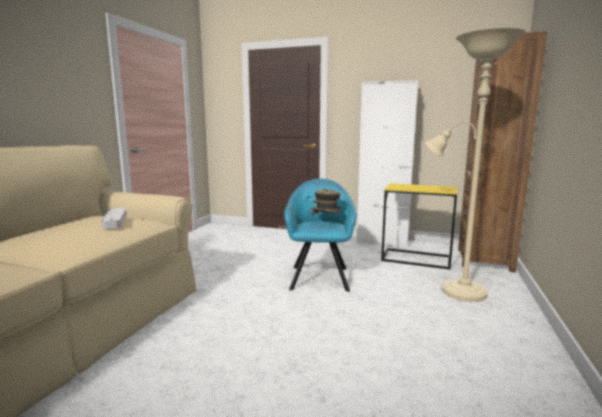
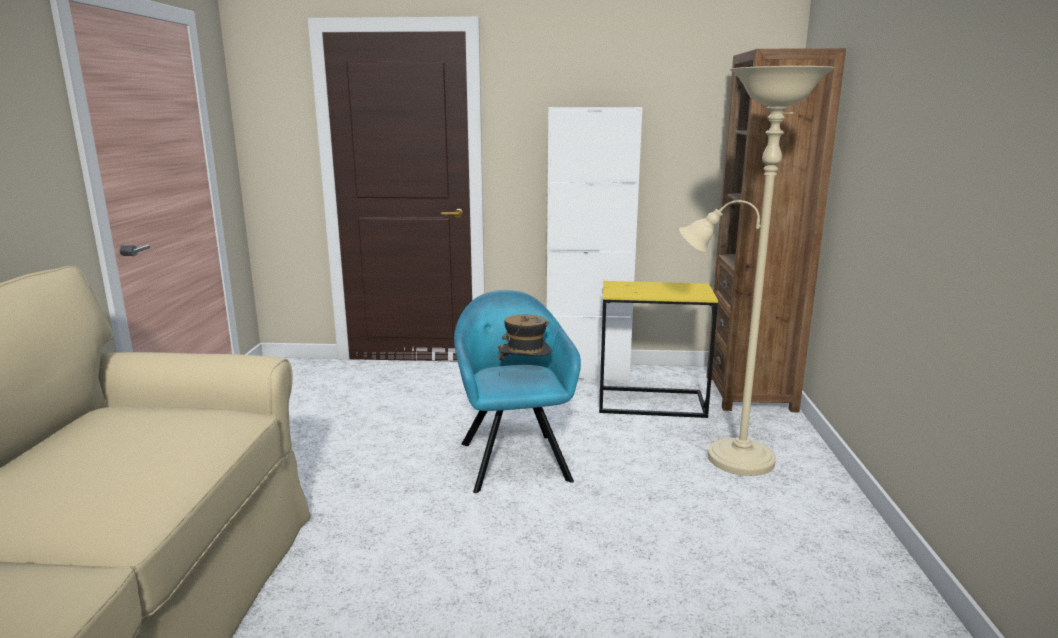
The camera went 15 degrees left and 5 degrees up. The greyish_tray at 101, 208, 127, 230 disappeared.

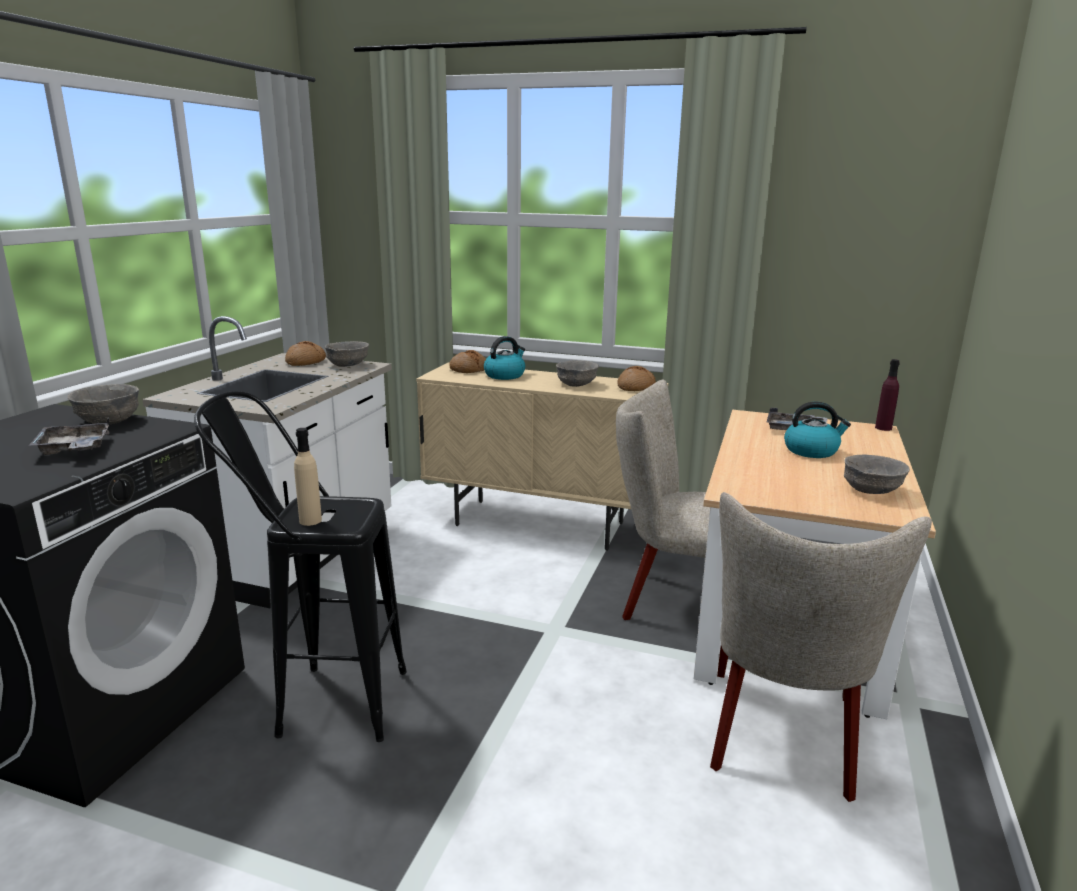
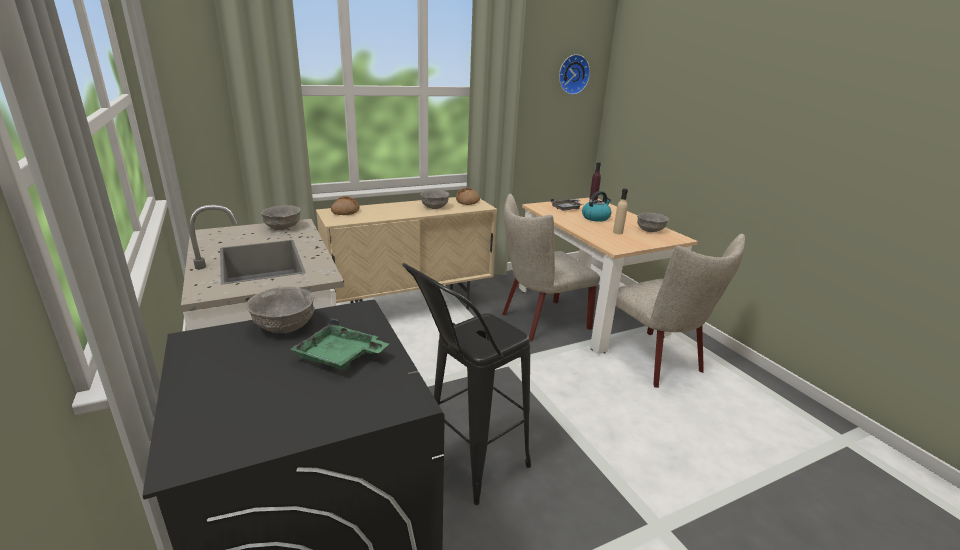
The camera went 45 degrees left and 5 degrees up. The greyish_tray at 29, 418, 109, 455 became the green_tray at 290, 318, 389, 370. The wall_clock at 559, 54, 590, 95 appeared. The beige-coloured_drink_bottle moved from 294, 428, 322, 526 to 613, 188, 628, 234. The bakery_bread at 285, 341, 326, 366 disappeared. The tea_kettle at 484, 336, 525, 380 disappeared.

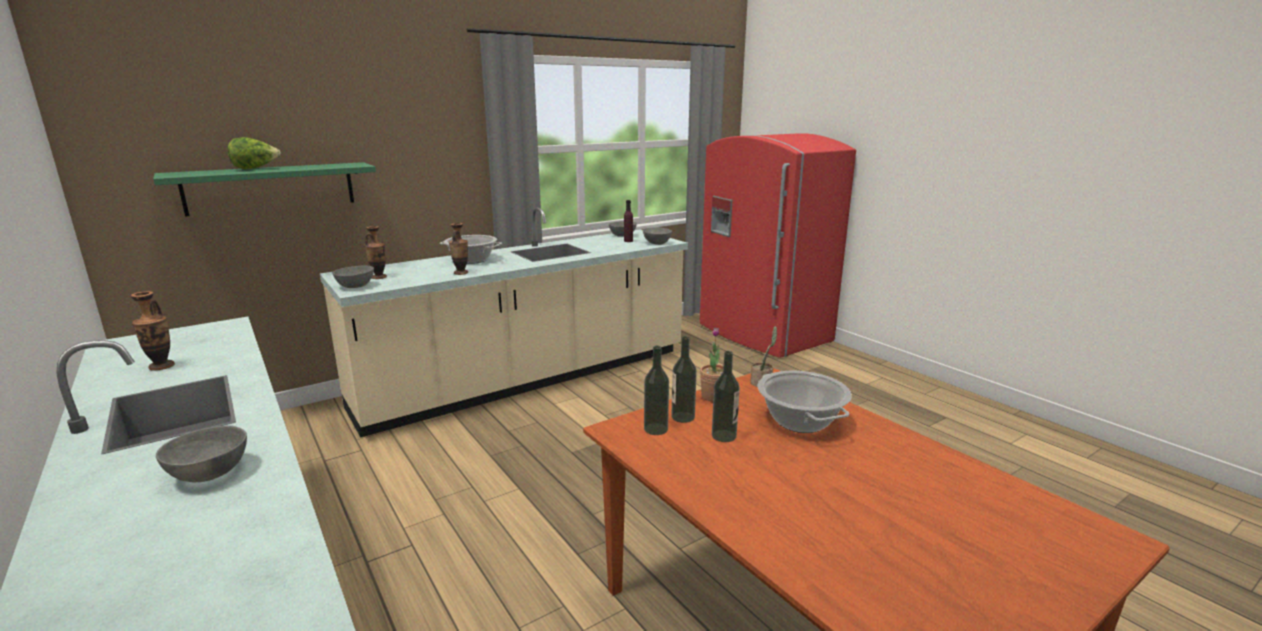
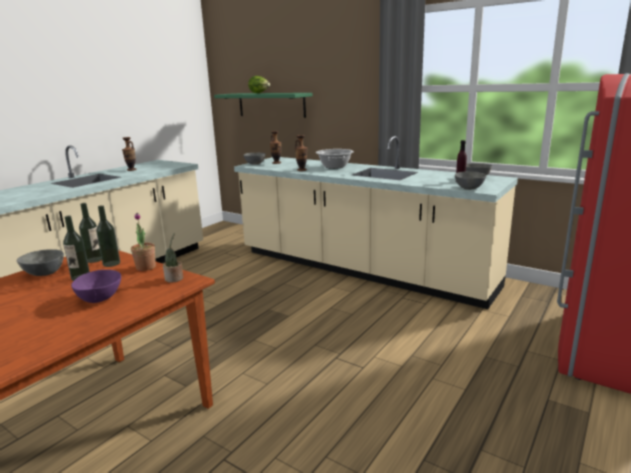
The camera went 70 degrees right and 0 degrees up. The greyish_serving_bowl moved from 156, 425, 247, 482 to 17, 249, 64, 276. The stockpot at 758, 371, 852, 433 was replaced by the purple-coloured_serving_bowl at 71, 270, 121, 303.

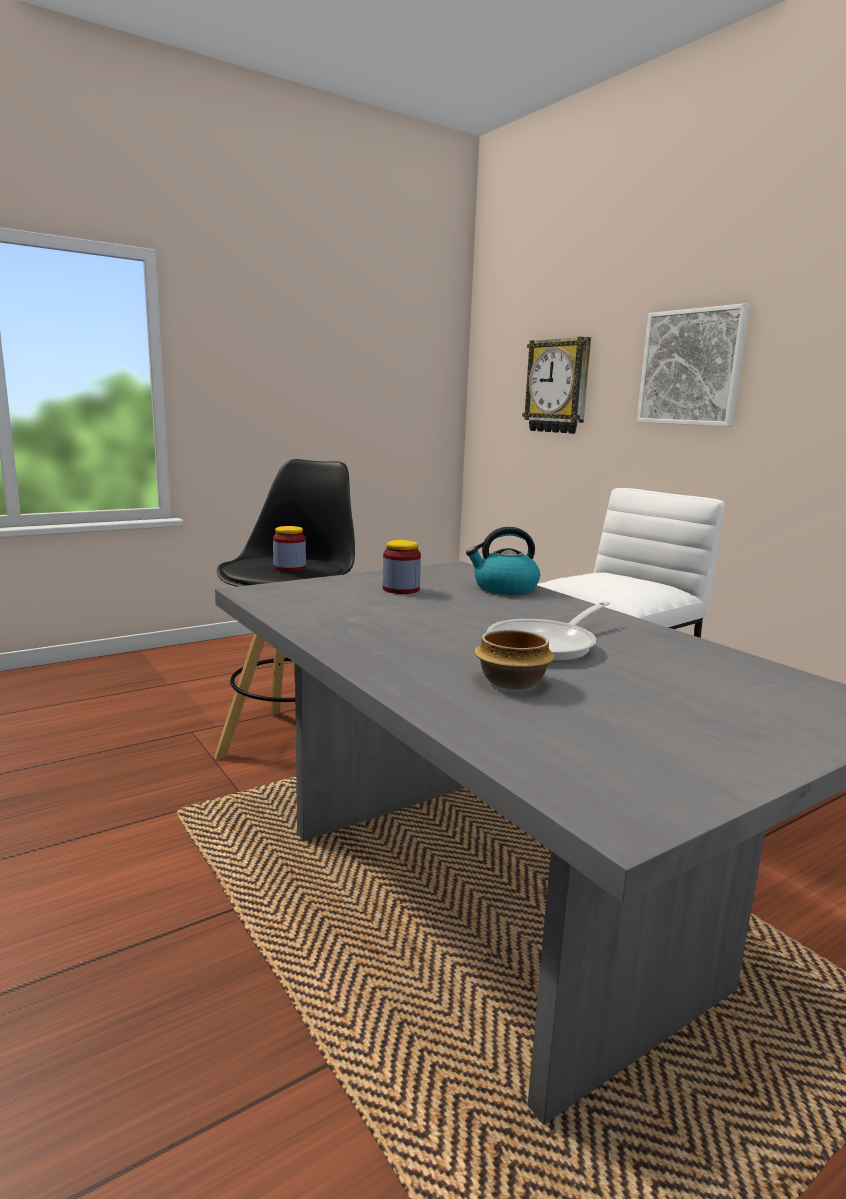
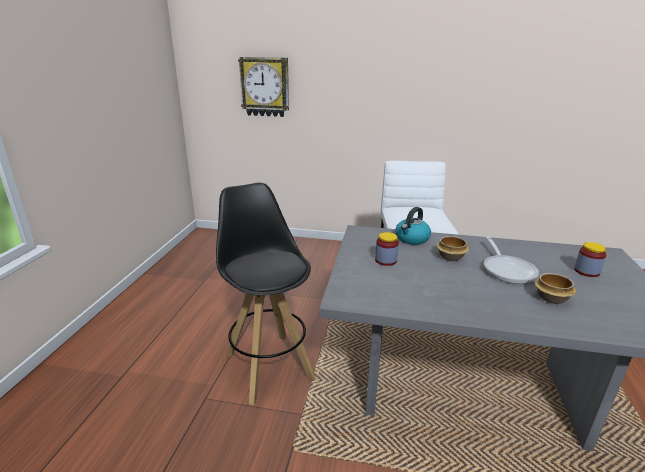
The camera went 45 degrees left and 10 degrees up. The serving_bowl at 437, 236, 469, 261 appeared. The jar moved from 273, 526, 306, 572 to 574, 242, 606, 277. The wall_art at 637, 303, 750, 427 disappeared.

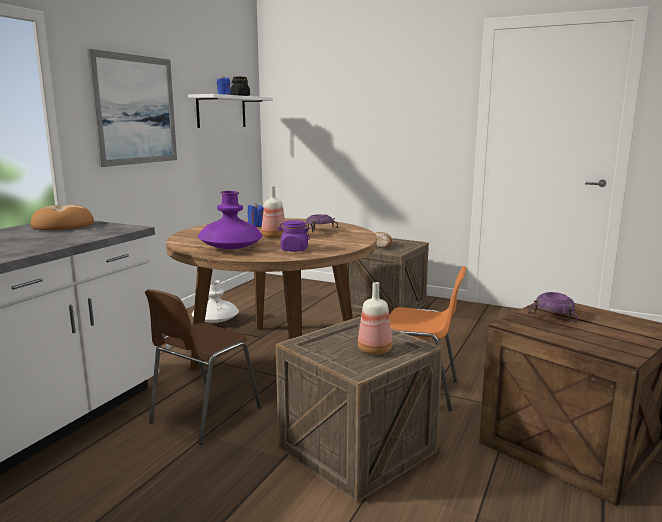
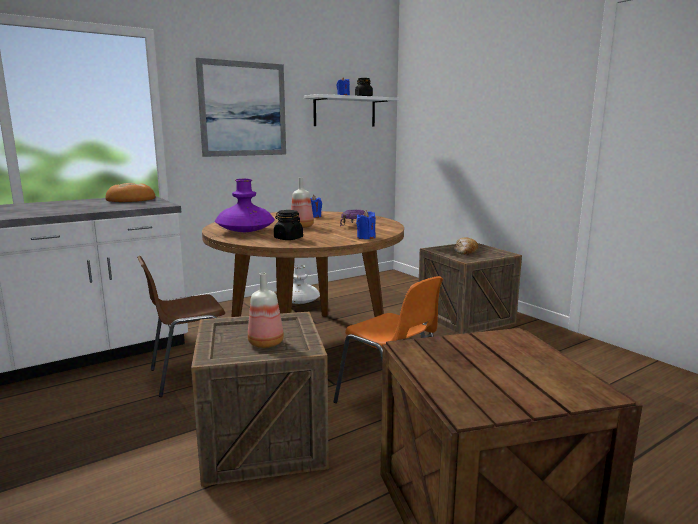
The camera went 30 degrees right and 0 degrees up. The purple-coloured_jar at 278, 220, 310, 252 became the blackish_jar at 274, 210, 303, 240. The bluish_wax_light at 356, 211, 376, 239 appeared. The purple-coloured_serving_bowl at 528, 292, 577, 323 disappeared.

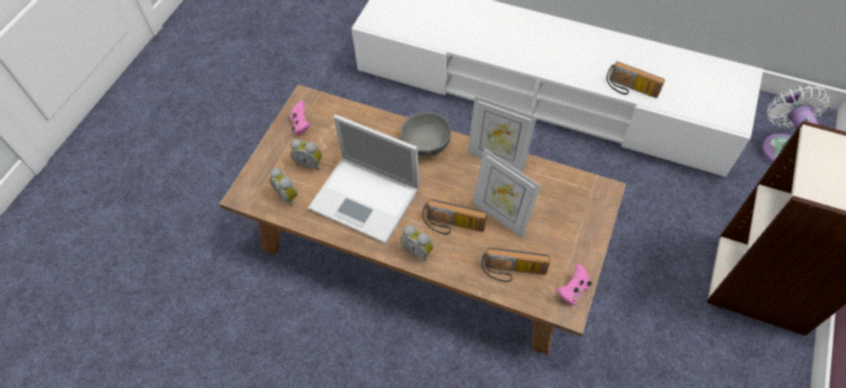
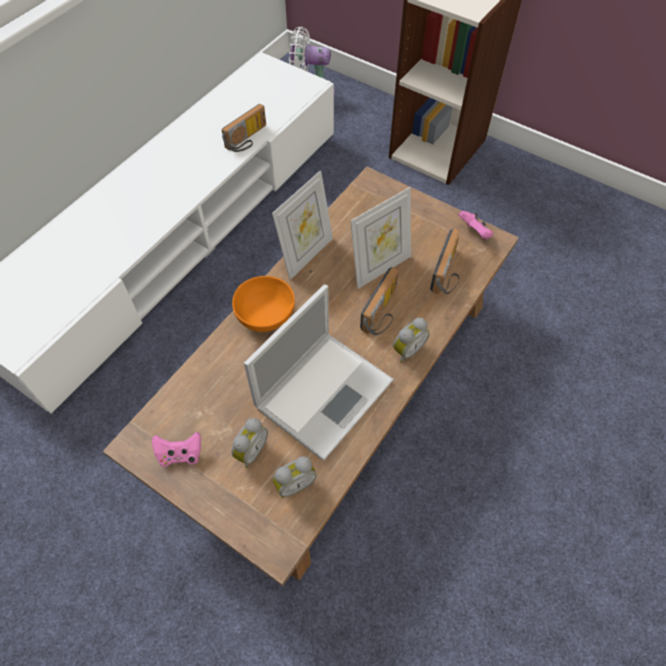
The camera went 80 degrees left and 0 degrees up. The greyish_serving_bowl at 401, 112, 451, 157 became the orange_serving_bowl at 232, 276, 295, 332.

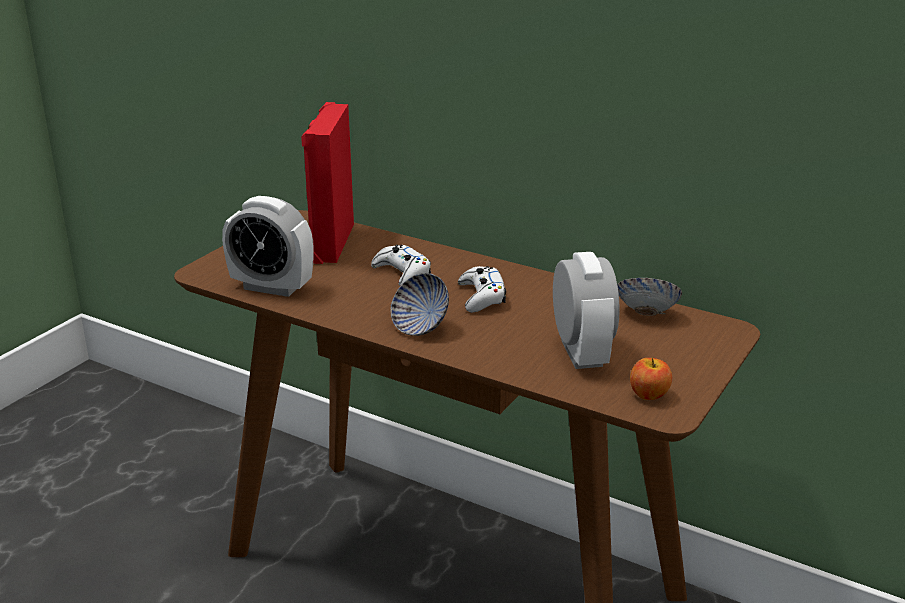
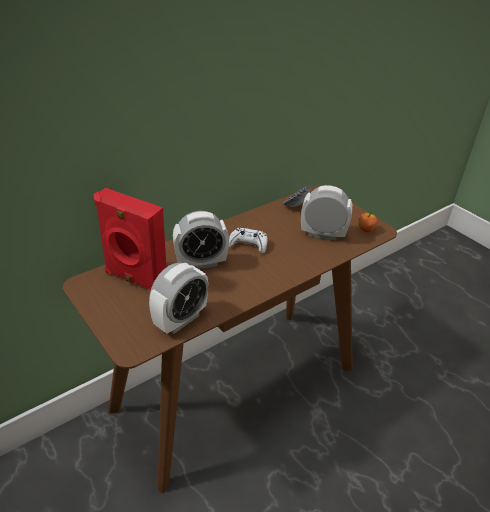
The camera went 70 degrees left and 10 degrees up. The white_game_controller at 371, 245, 431, 286 was replaced by the alarm_clock at 173, 211, 229, 269. The serving_bowl at 391, 273, 449, 336 disappeared.

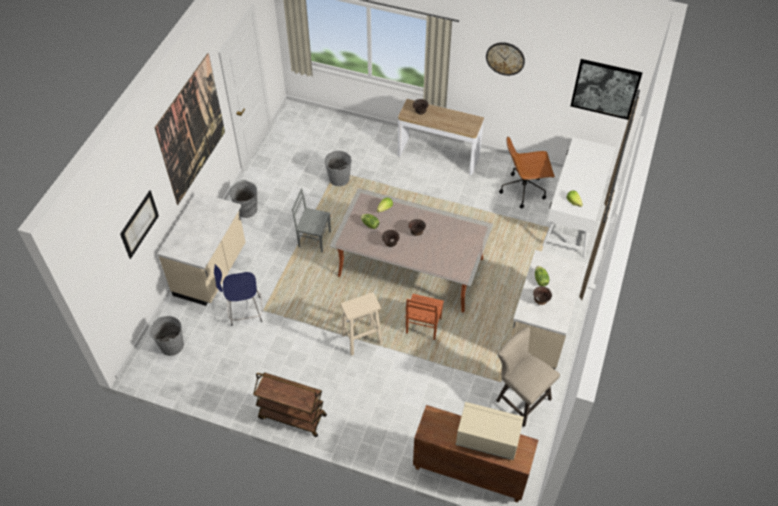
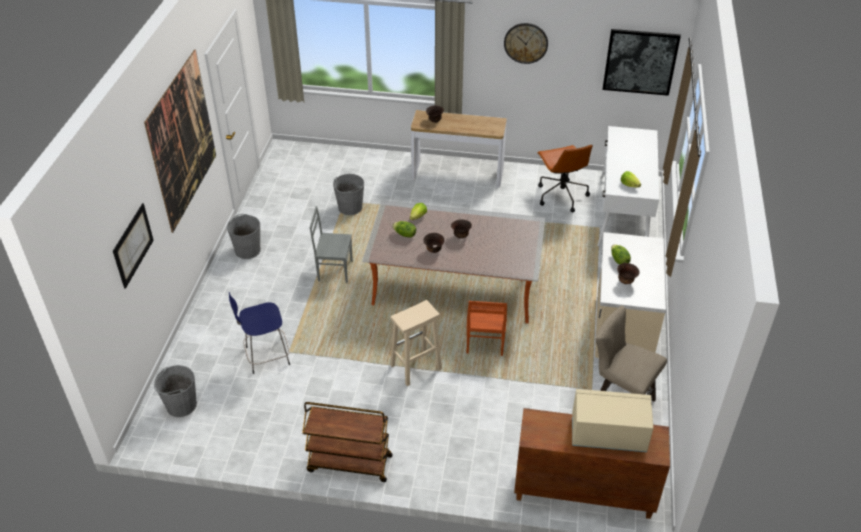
The camera went 10 degrees left and 10 degrees down. The brownish_office_chair at 499, 137, 555, 208 turned 90 degrees counterclockwise. The beige-coloured_kitchen_counter at 158, 192, 245, 306 disappeared.

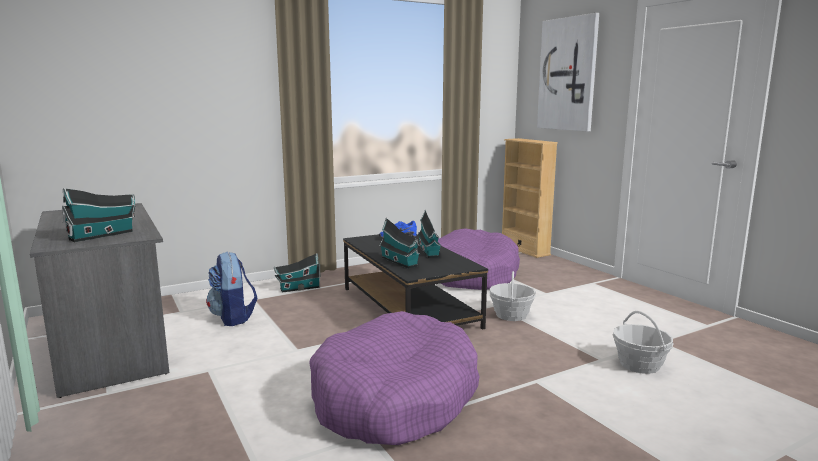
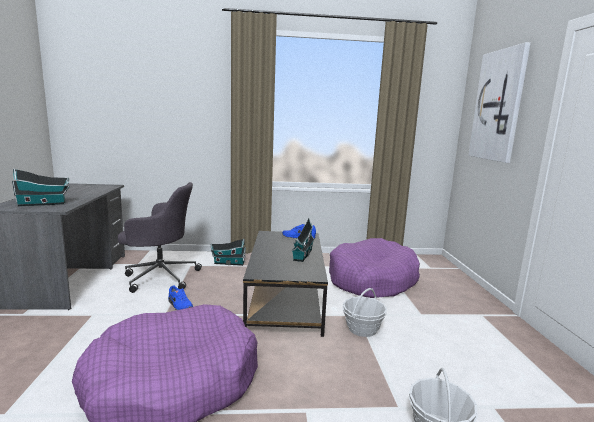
The camera went 25 degrees right and 0 degrees up. The rucksack at 206, 251, 257, 326 was replaced by the greyish_office_chair at 118, 182, 202, 293. The bluish_low_shoe at 168, 285, 193, 310 appeared. The model_house at 380, 218, 420, 268 disappeared. The beige-coloured_bookcase at 502, 138, 558, 258 disappeared.

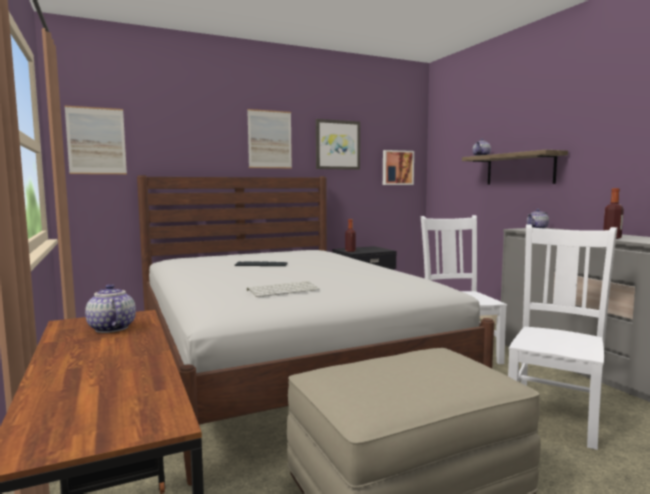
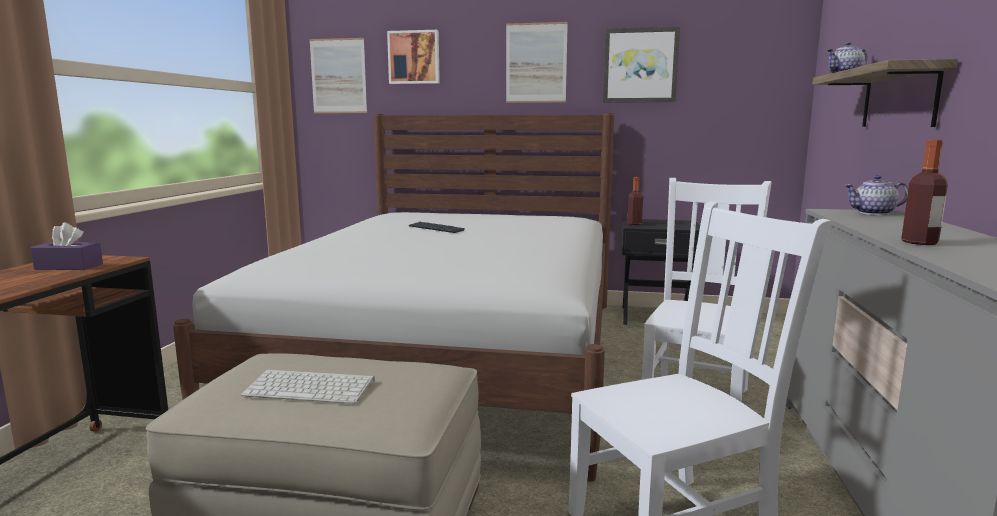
The camera went 35 degrees right and 5 degrees up. The pot_for_tea at 85, 284, 136, 333 was replaced by the purple-coloured_tissue_box at 30, 222, 103, 270. The computer_keyboard moved from 247, 281, 320, 297 to 241, 369, 375, 404. The wall_art moved from 383, 150, 414, 185 to 387, 30, 440, 84.

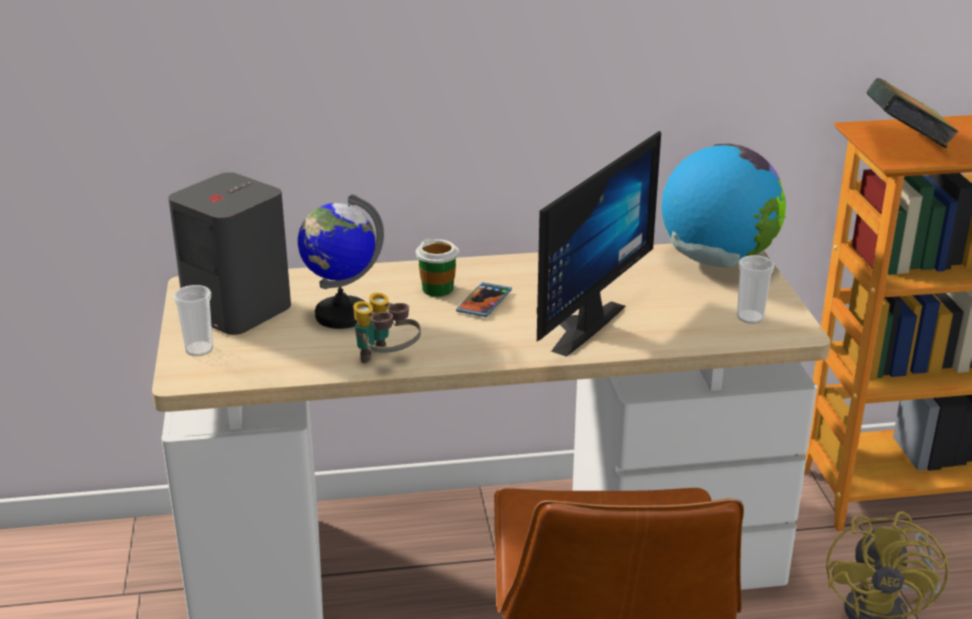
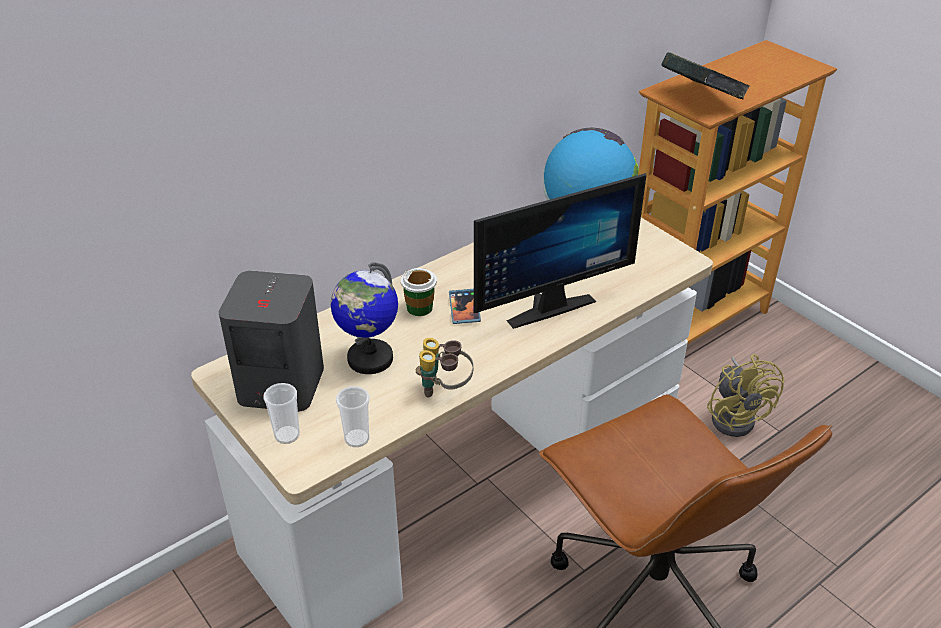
The camera went 30 degrees left and 10 degrees up. The cup moved from 737, 255, 775, 324 to 336, 386, 370, 447. The monitor at 537, 131, 661, 357 turned 60 degrees clockwise.

